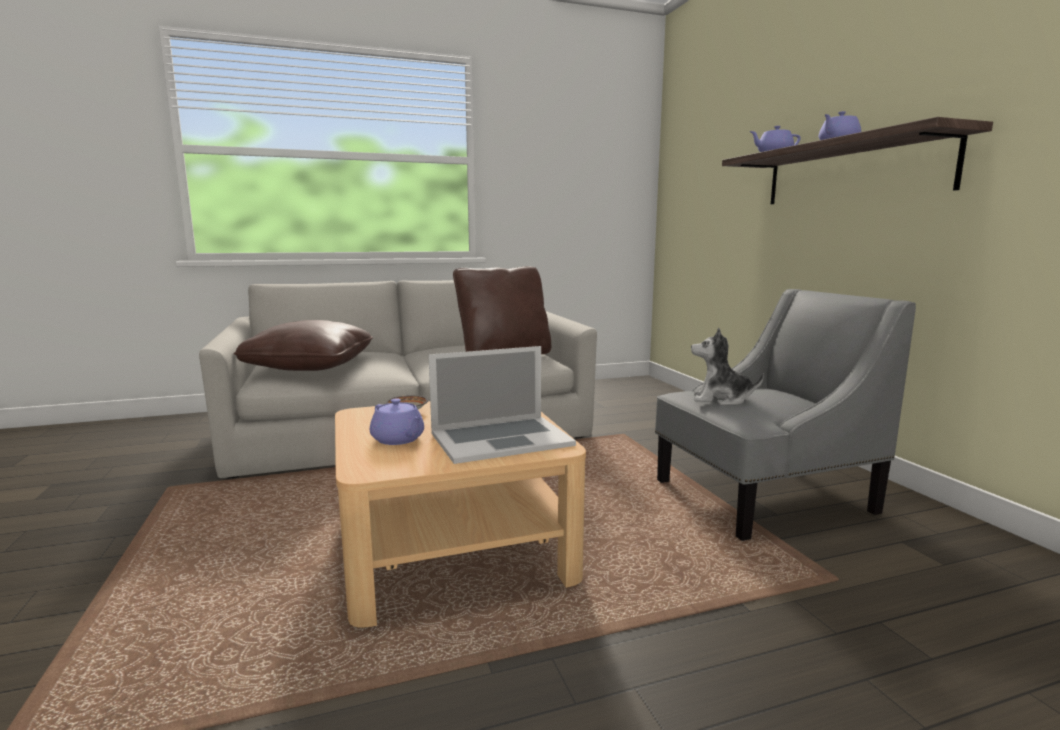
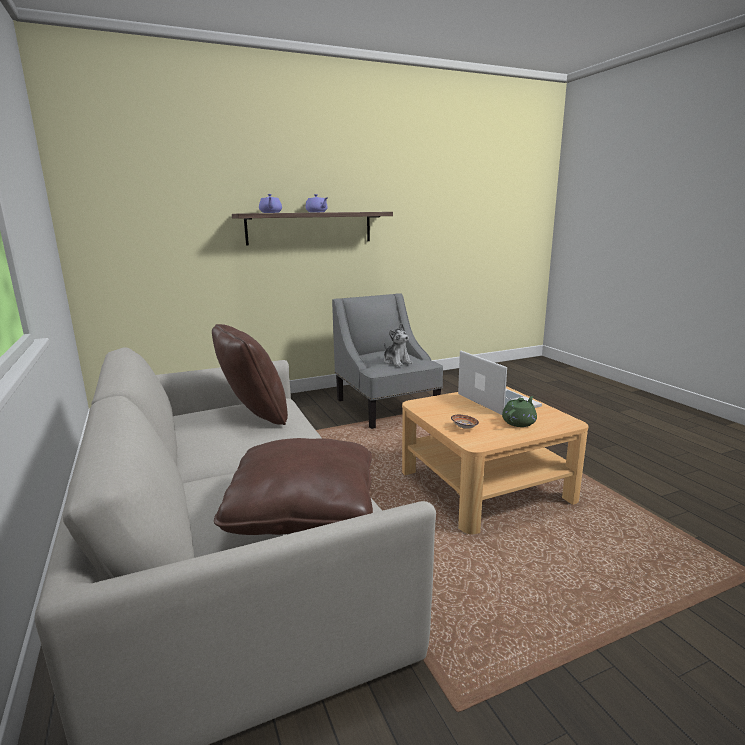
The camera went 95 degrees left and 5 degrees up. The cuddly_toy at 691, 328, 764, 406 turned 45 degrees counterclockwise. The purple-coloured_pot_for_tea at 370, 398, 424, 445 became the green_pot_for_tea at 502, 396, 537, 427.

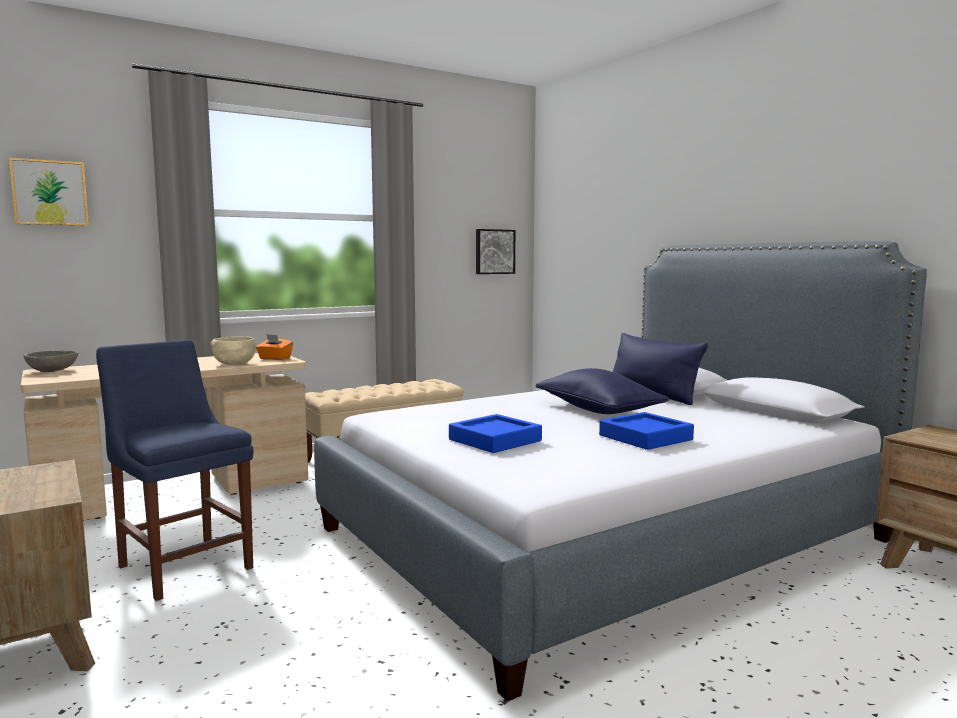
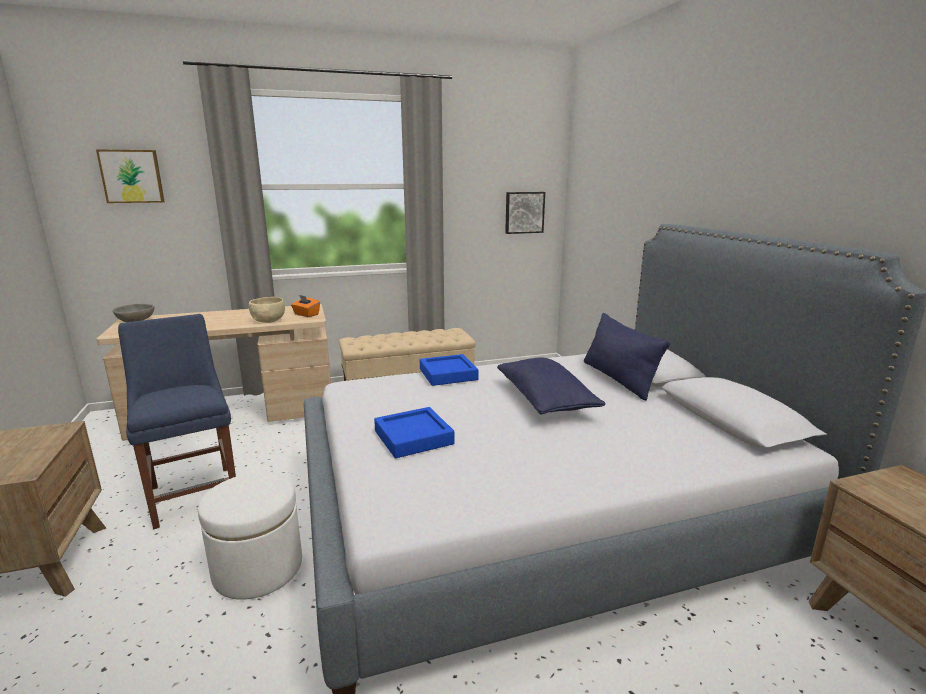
The camera went 15 degrees right and 10 degrees up. The white_pouffe at 198, 472, 302, 600 appeared. The bluish_tray moved from 599, 412, 694, 450 to 420, 354, 478, 386.

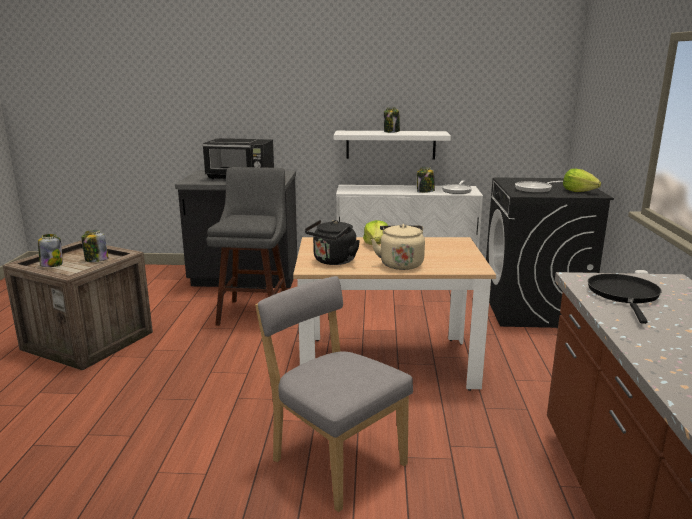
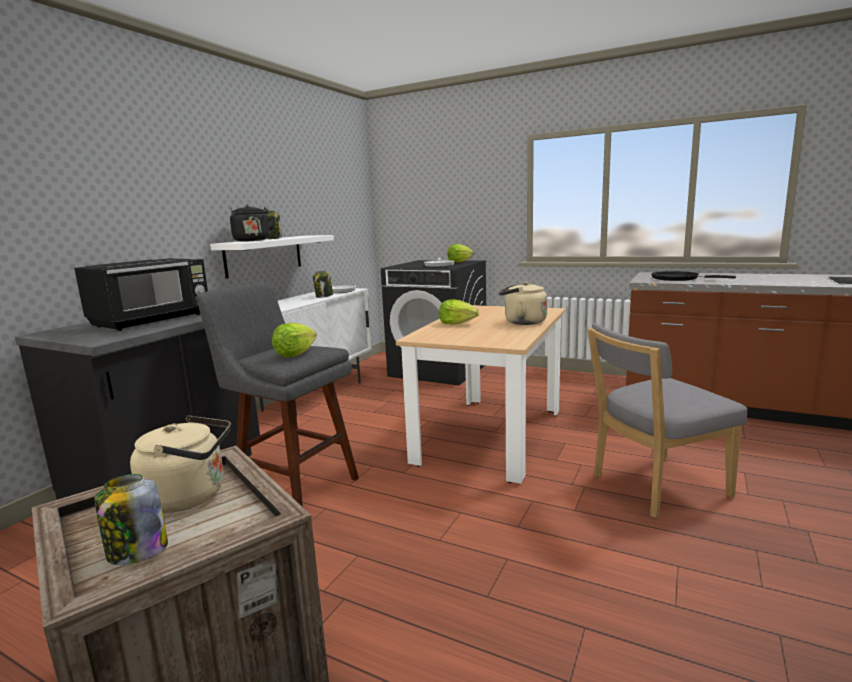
The camera went 65 degrees left and 5 degrees down. The jar at 81, 230, 108, 262 was replaced by the beige-coloured_tea_kettle at 130, 415, 231, 513. The blackish_tea_kettle moved from 305, 220, 360, 265 to 230, 205, 275, 242. The lettuce at 272, 323, 317, 357 appeared.

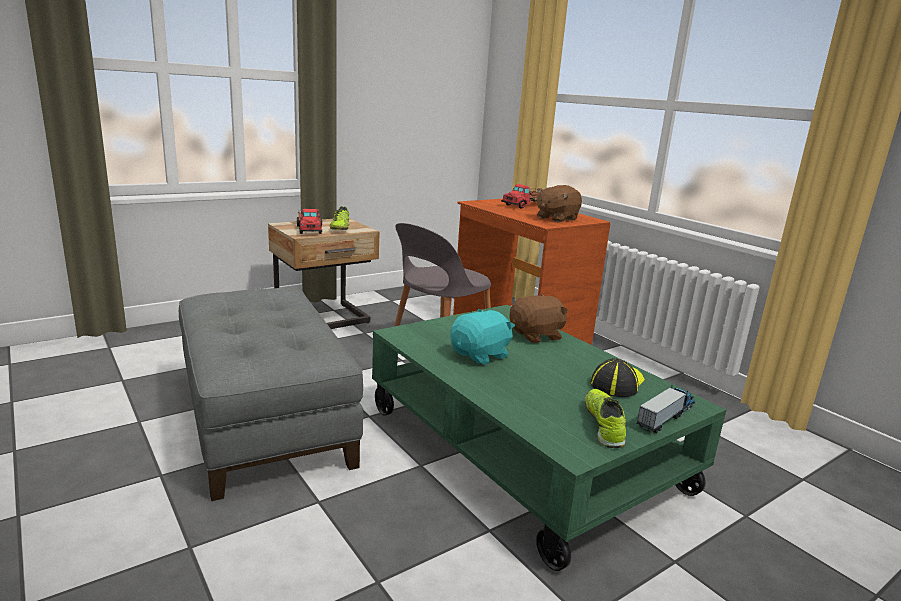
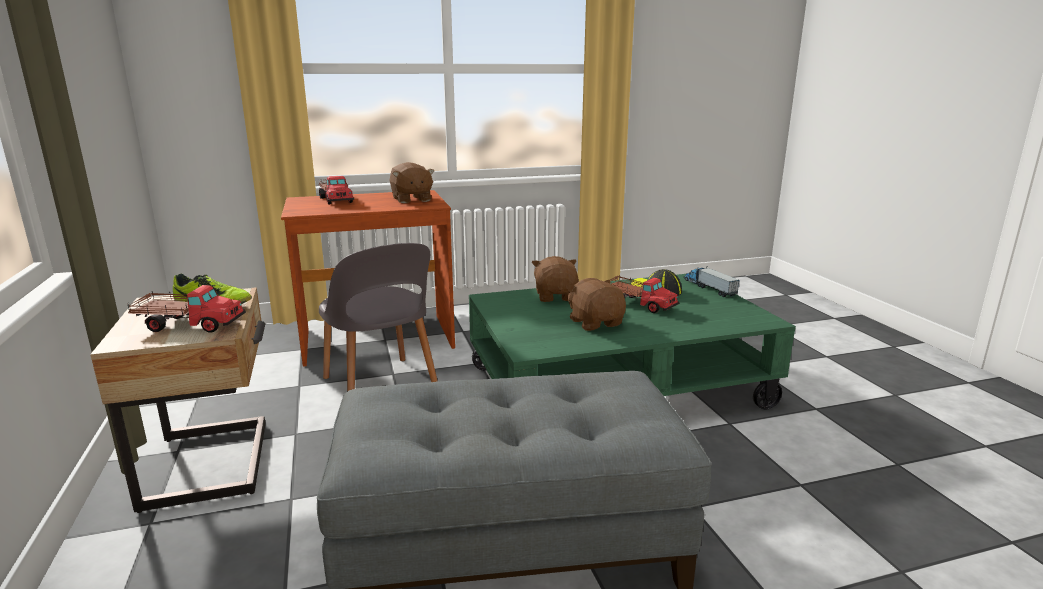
The camera went 70 degrees left and 0 degrees up. The blue-green_cuddly_toy at 450, 309, 515, 365 became the brownish_cuddly_toy at 566, 278, 626, 331. The model_truck at 610, 275, 679, 313 appeared. The low_shoe at 585, 389, 626, 448 disappeared.

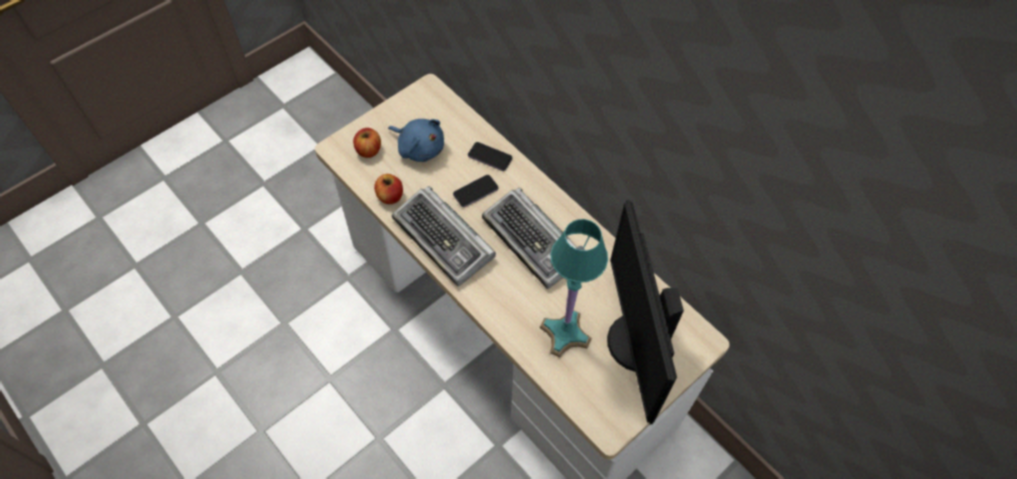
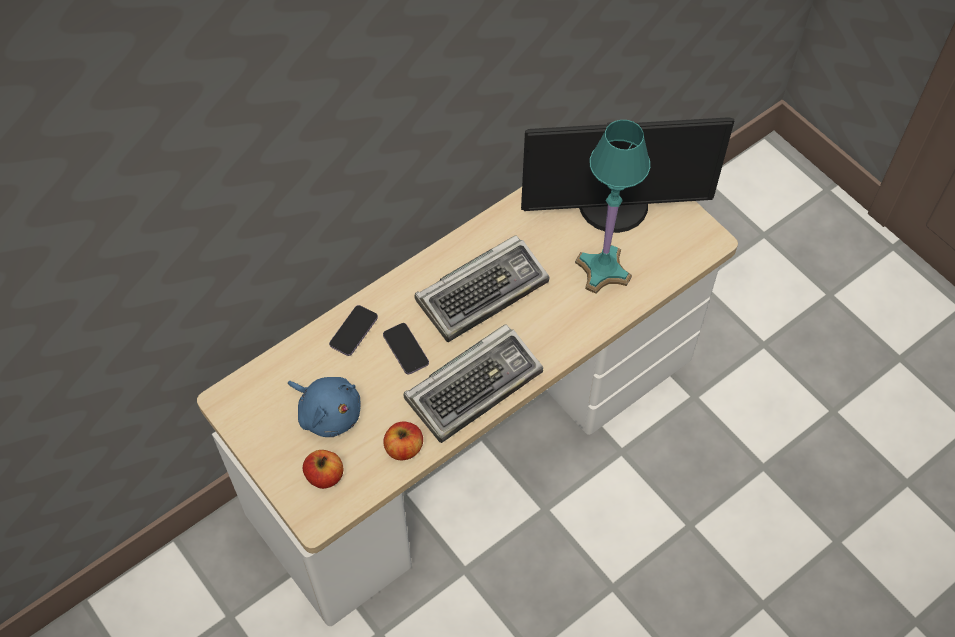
The camera went 85 degrees left and 0 degrees up. The bluish_cuddly_toy at 388, 119, 444, 162 turned 90 degrees clockwise.

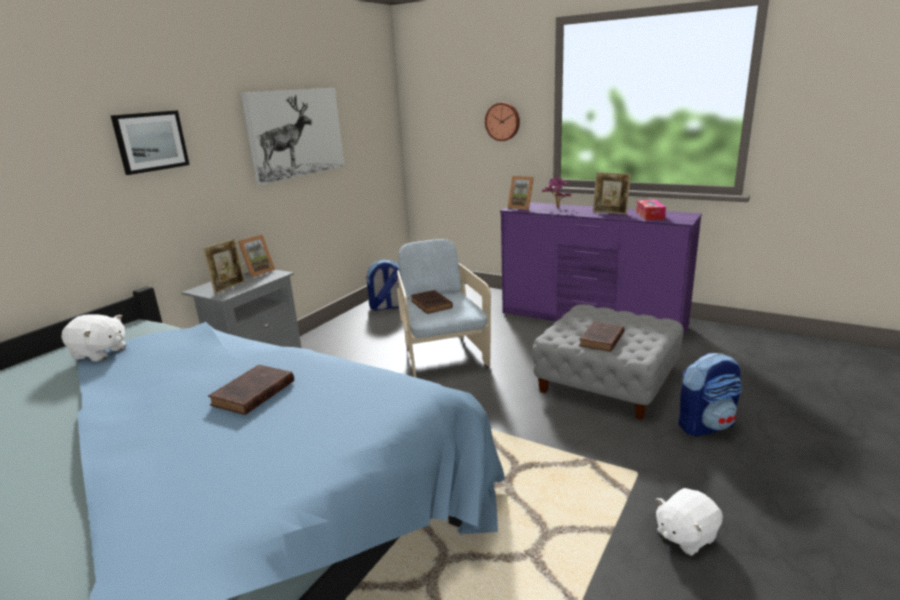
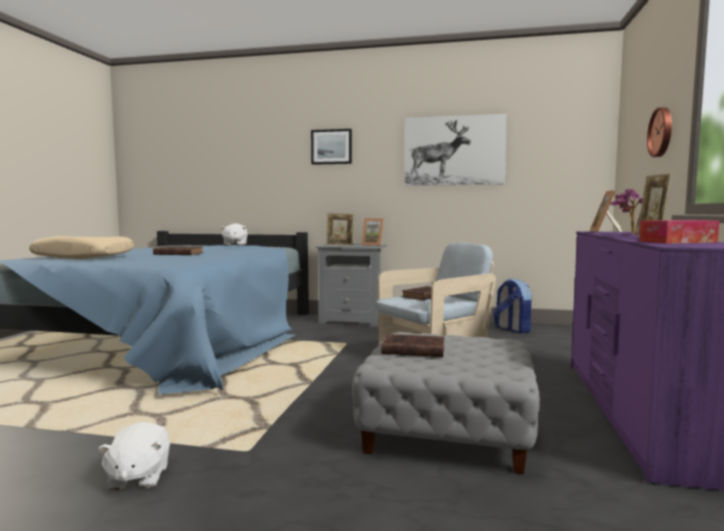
The camera went 70 degrees right and 15 degrees down. The beige-coloured_cushion at 29, 236, 134, 259 appeared. The white_cuddly_toy at 656, 488, 723, 556 turned 135 degrees counterclockwise. The rucksack at 679, 353, 742, 436 disappeared.

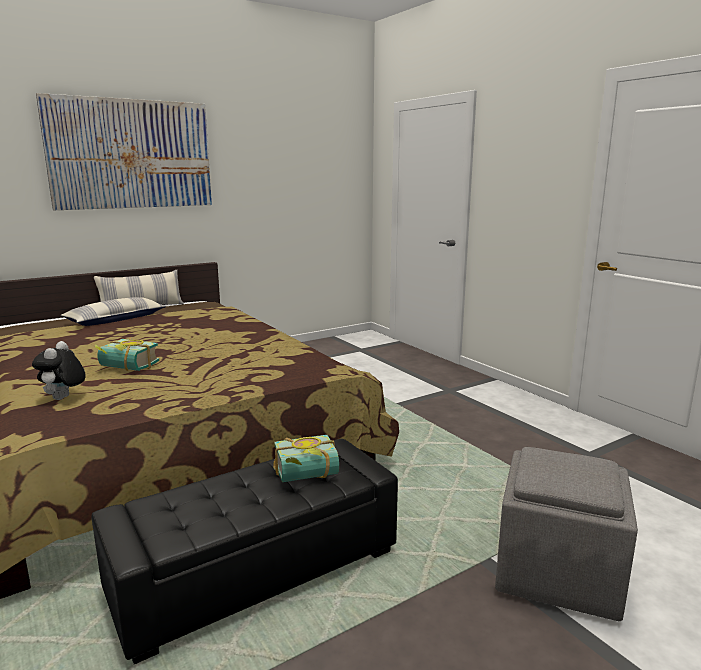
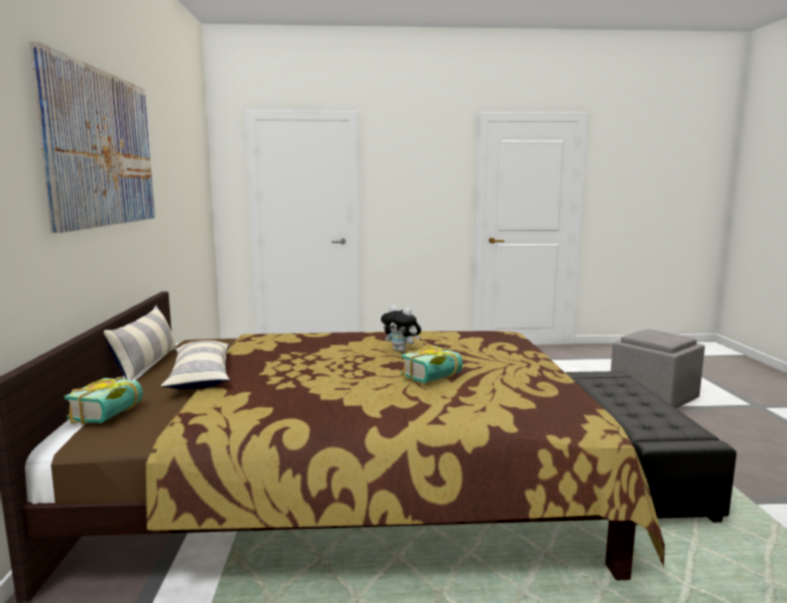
The camera went 60 degrees left and 5 degrees down. The bound_book moved from 273, 435, 339, 482 to 64, 377, 143, 425. The cuddly_toy moved from 32, 341, 86, 400 to 381, 305, 421, 352.

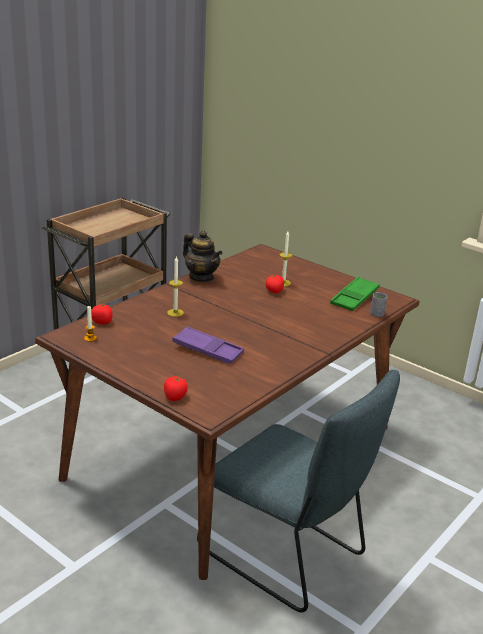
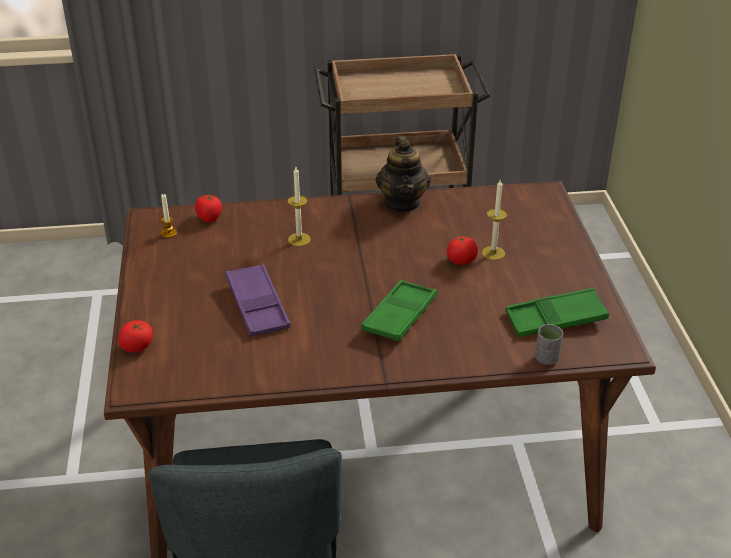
The camera went 45 degrees right and 10 degrees up. The green_tray at 361, 280, 437, 341 appeared.

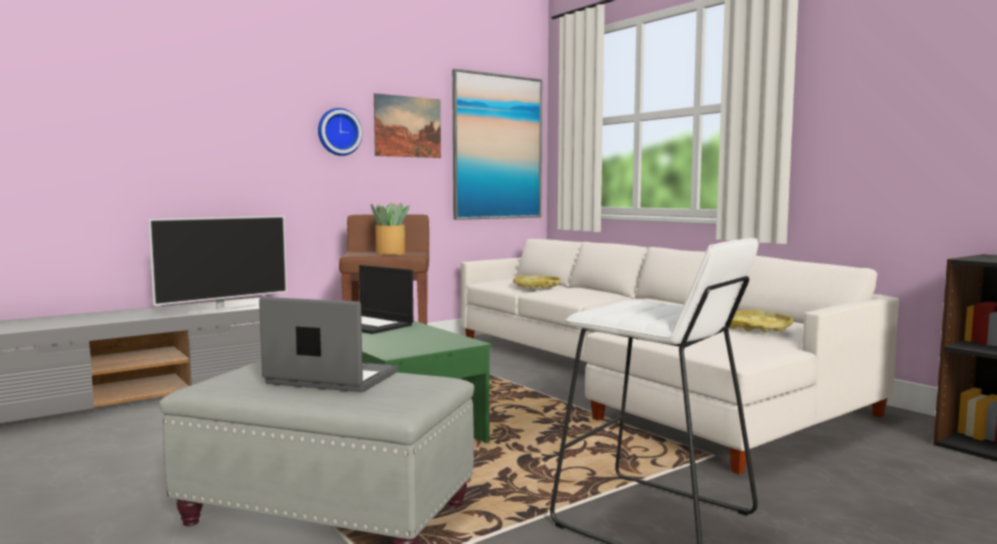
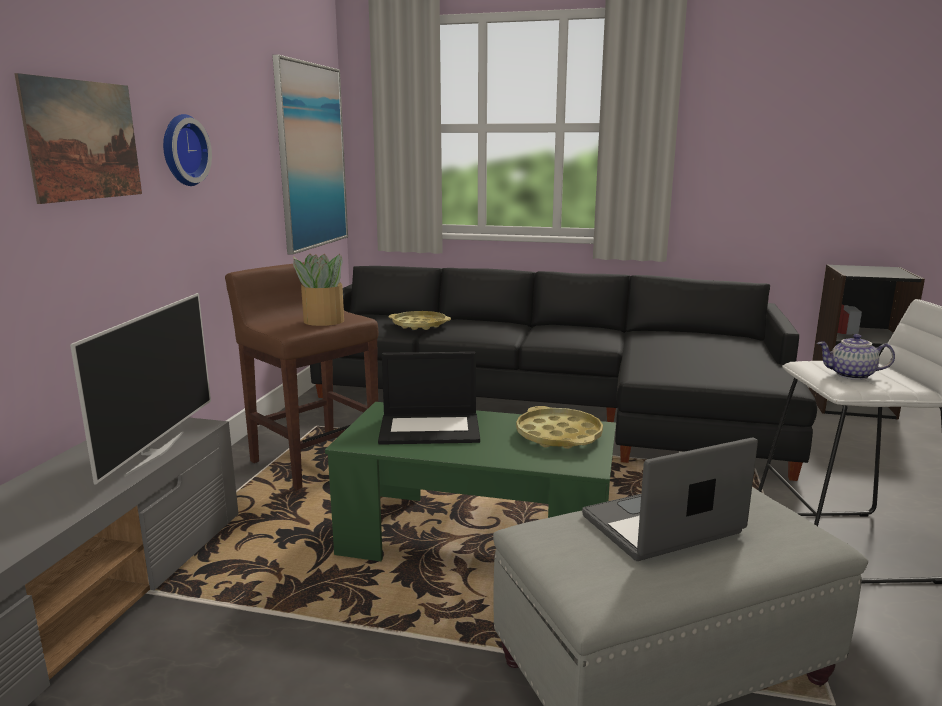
The camera went 40 degrees left and 10 degrees up. The wall_art moved from 374, 93, 441, 158 to 14, 73, 142, 204. The white_couch at 461, 239, 899, 474 became the blackish_couch at 310, 266, 817, 481. The yellow_tray moved from 725, 310, 793, 332 to 516, 406, 603, 449. The pot_for_tea at 817, 334, 895, 380 appeared.

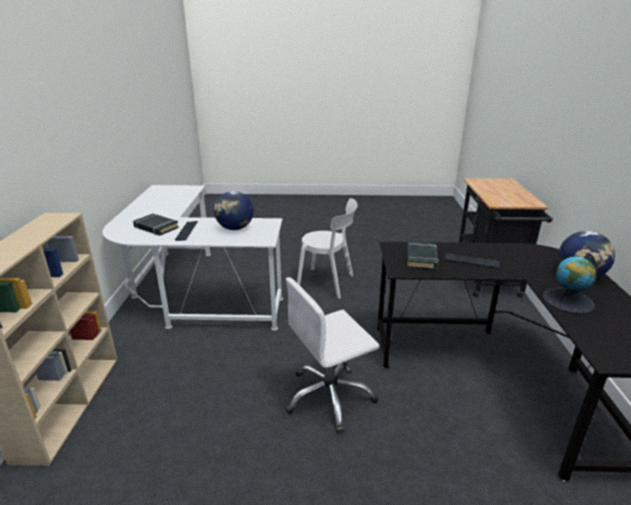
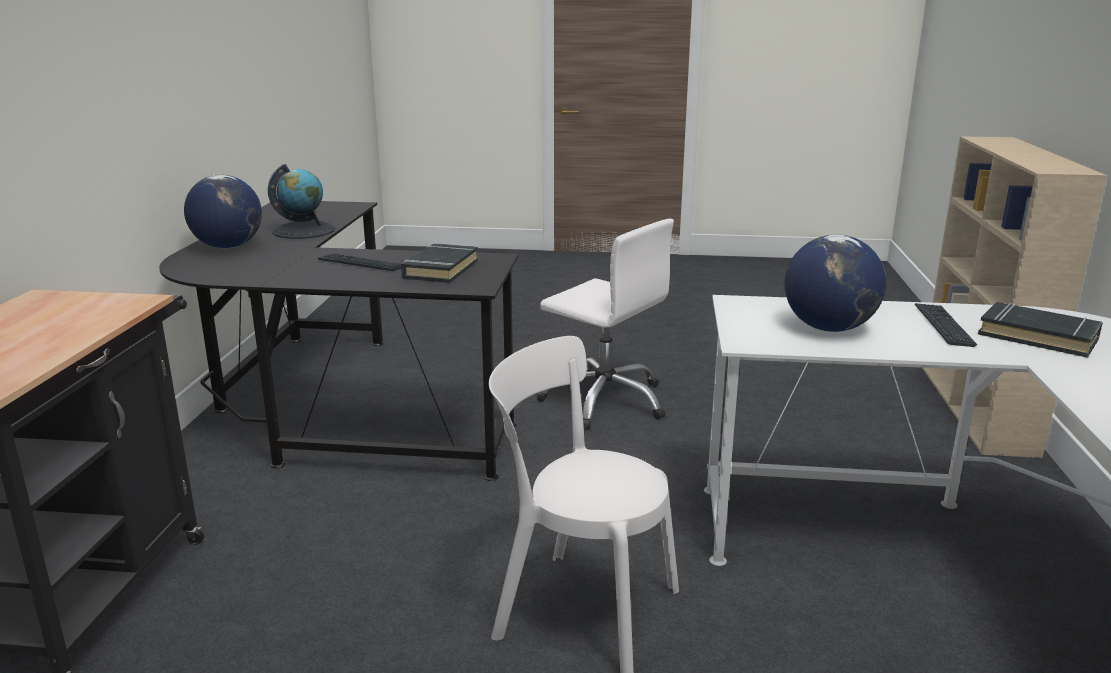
The camera went 175 degrees left and 5 degrees down. The white_office_chair at 286, 277, 379, 433 turned 60 degrees clockwise.

